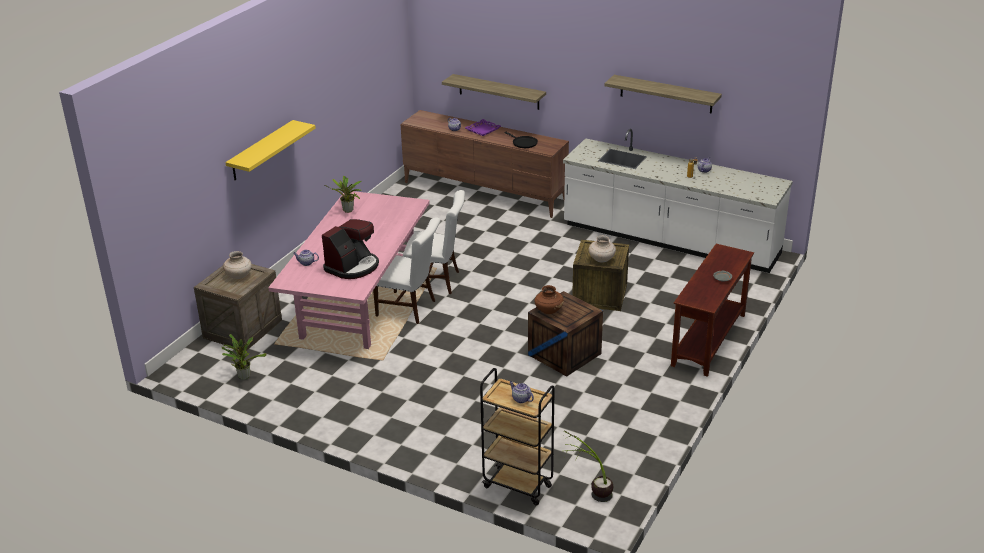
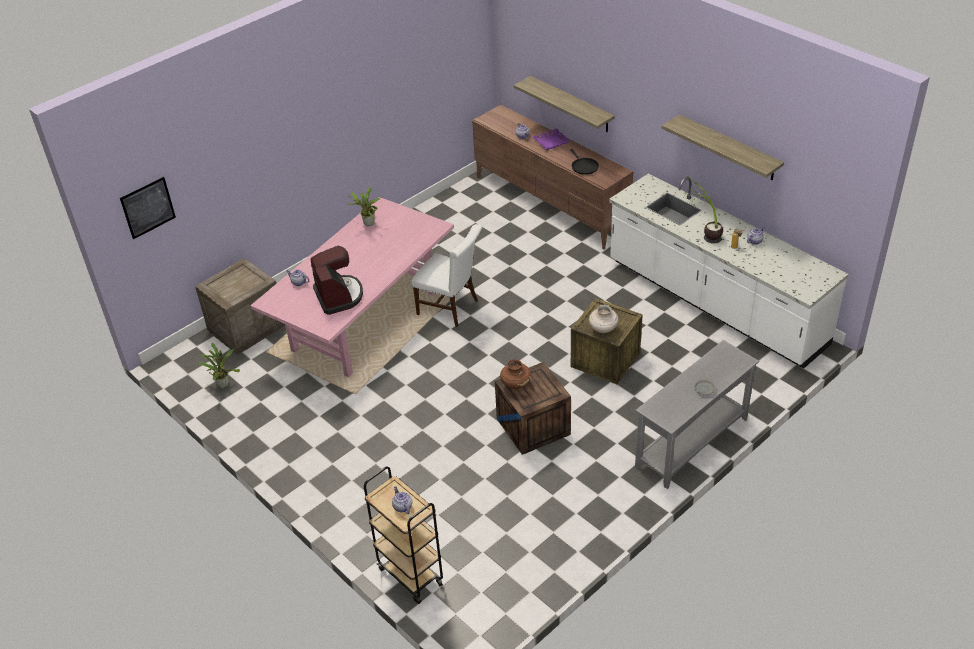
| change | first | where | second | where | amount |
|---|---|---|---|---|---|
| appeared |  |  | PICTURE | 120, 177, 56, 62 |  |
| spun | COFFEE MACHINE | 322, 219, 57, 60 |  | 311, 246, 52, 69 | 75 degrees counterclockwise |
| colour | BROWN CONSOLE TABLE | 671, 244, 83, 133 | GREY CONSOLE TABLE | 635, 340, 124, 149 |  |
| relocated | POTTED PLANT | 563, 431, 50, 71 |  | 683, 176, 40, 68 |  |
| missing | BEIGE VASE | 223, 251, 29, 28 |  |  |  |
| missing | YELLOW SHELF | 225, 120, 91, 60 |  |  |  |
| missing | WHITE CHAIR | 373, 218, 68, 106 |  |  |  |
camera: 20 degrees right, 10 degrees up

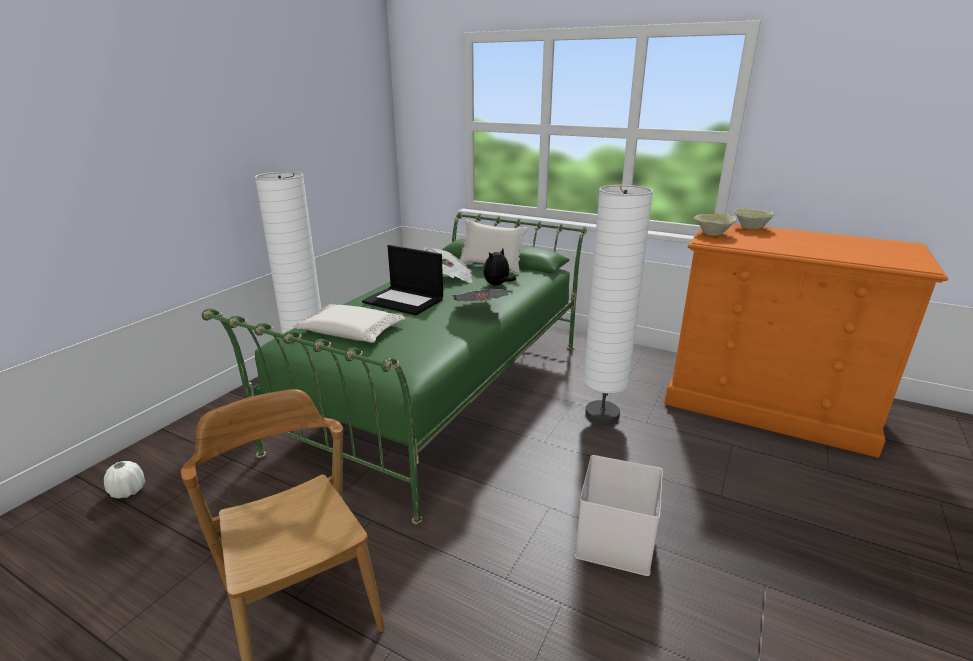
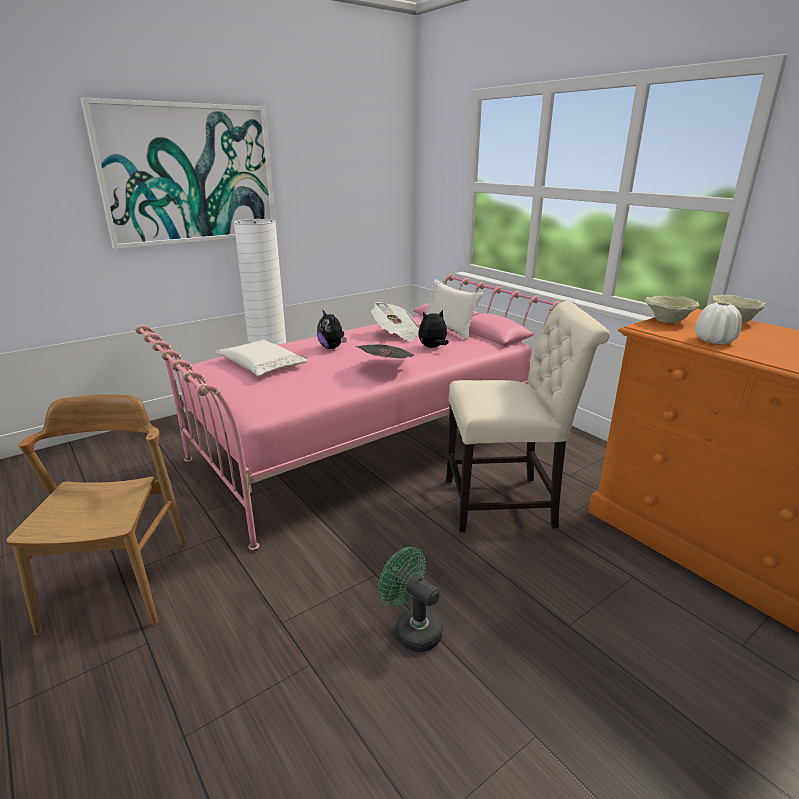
| change | first | where | second | where | amount |
|---|---|---|---|---|---|
| appeared |  |  | PICTURE | 81, 97, 194, 152 |  |
| colour | GREEN BED | 202, 212, 385, 312 | PINK BED | 135, 274, 426, 277 |  |
| exchanged | LAPTOP | 362, 245, 81, 70 | PLUSH TOY | 317, 309, 30, 40 |  |
| exchanged | WHITE STORAGE BOX | 575, 455, 88, 121 | GREEN FAN | 378, 547, 65, 105 |  |
| exchanged | WHITE FLOOR LAMP | 583, 185, 70, 239 | BEIGE CHAIR | 446, 301, 164, 232 |  |
| relocated | WHITE VASE | 104, 461, 41, 38 |  | 695, 302, 47, 42 |  |
camera: 25 degrees right, 0 degrees up

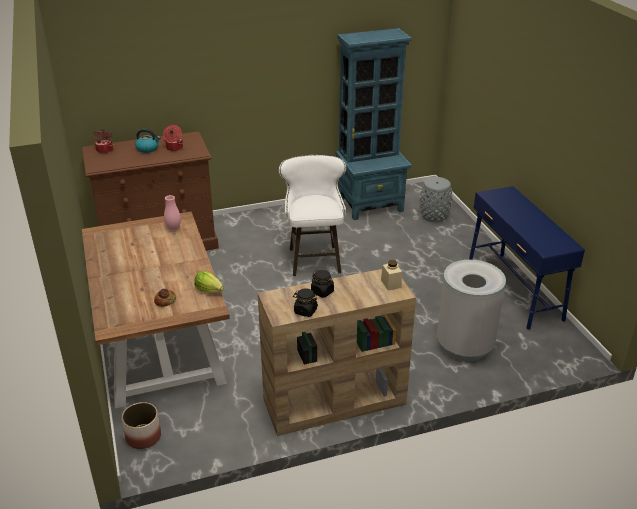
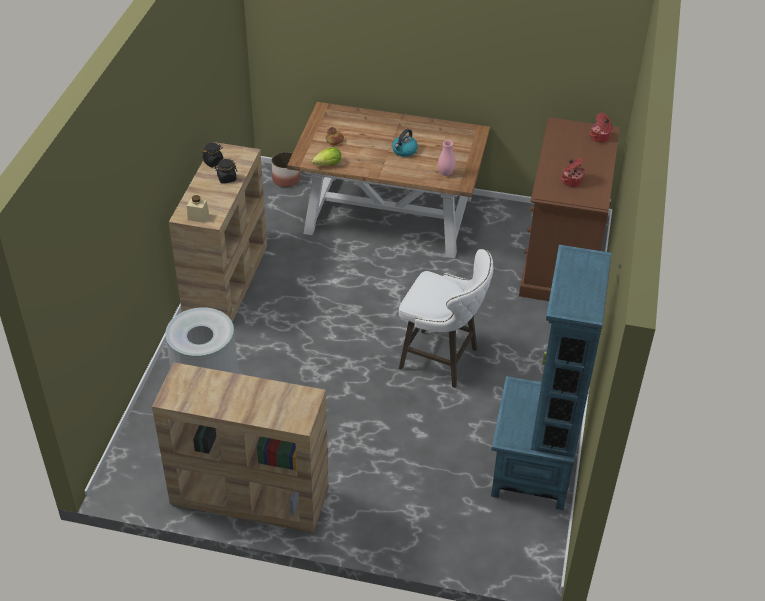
| change | first | where | second | where | amount |
|---|---|---|---|---|---|
| exchanged | BLUE CONSOLE TABLE | 469, 186, 116, 143 | BROWN BOOKCASE | 152, 362, 177, 171 |  |
| relocated | KETTLE | 135, 129, 26, 24 |  | 392, 129, 26, 28 |  |
| missing | GREY STOOL | 419, 177, 33, 45 |  |  |  |
camera: 120 degrees right, 10 degrees up

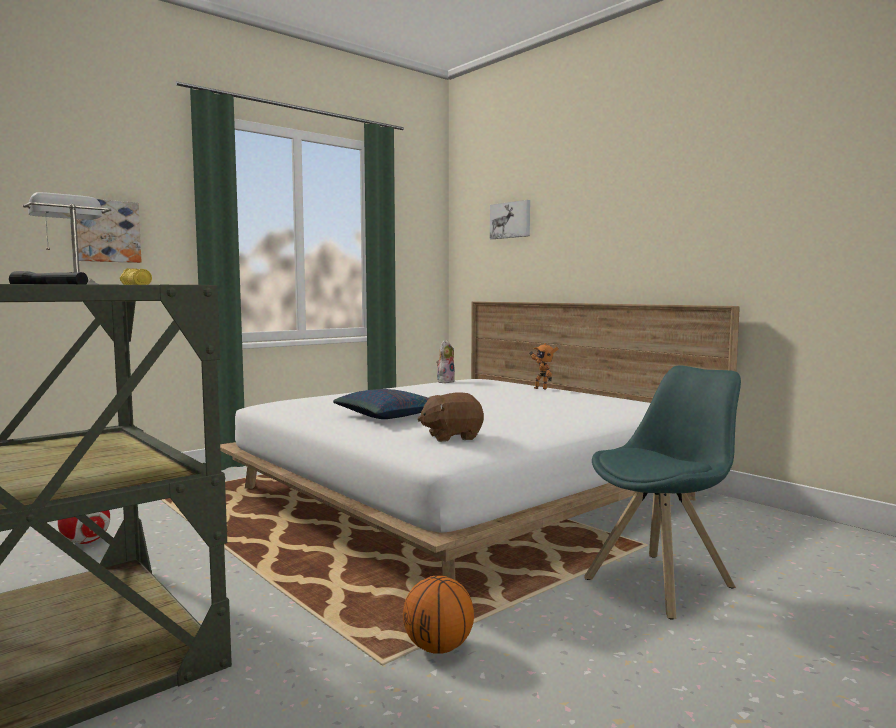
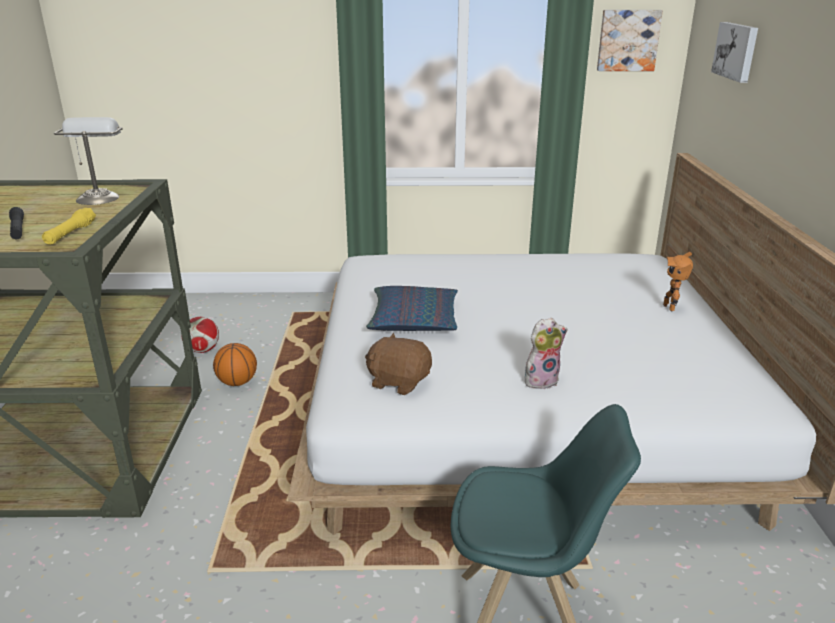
| change | first | where | second | where | amount |
|---|---|---|---|---|---|
| relocated | BASKETBALL | 403, 576, 71, 78 |  | 213, 343, 44, 43 |  |
| relocated | PLUSH TOY | 436, 340, 19, 43 |  | 525, 318, 43, 71 |  |
| relocated | PICTURE | 76, 199, 66, 64 |  | 597, 10, 66, 61 |  |
camera: 40 degrees right, 20 degrees up

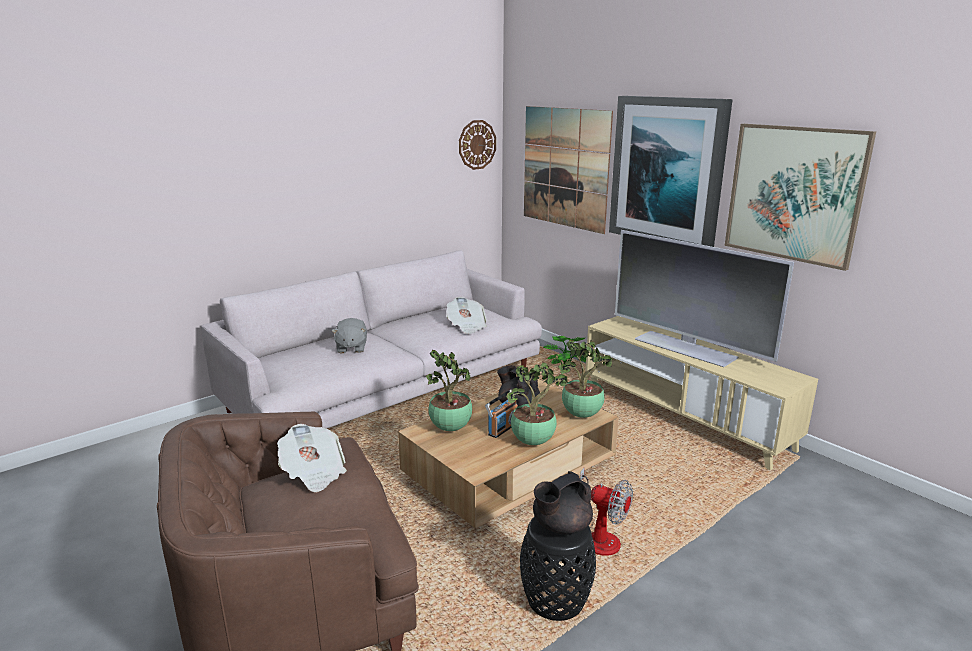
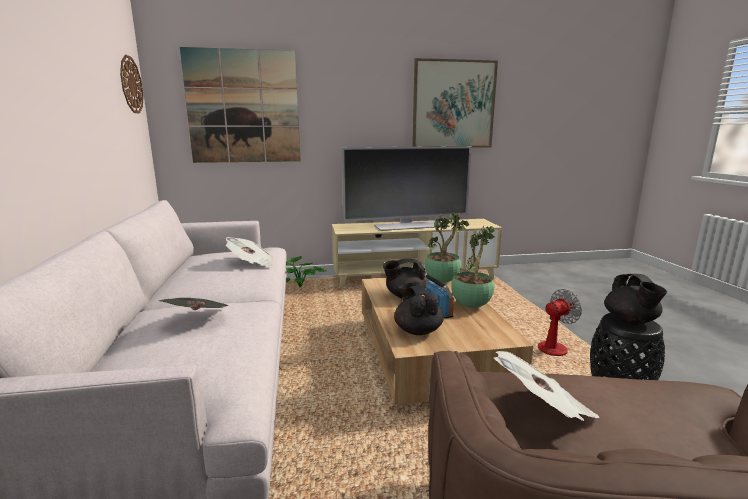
| change | first | where | second | where | amount |
|---|---|---|---|---|---|
| exchanged | GREY PLUSH TOY | 332, 318, 35, 35 | NEWSPAPER | 159, 298, 70, 12 |  |
| exchanged | POTTED PLANT | 425, 350, 47, 81 | BLACK TEAPOT | 394, 282, 50, 53 |  |
| missing | PICTURE | 609, 96, 124, 151 |  |  |  |
camera: 60 degrees left, 5 degrees down

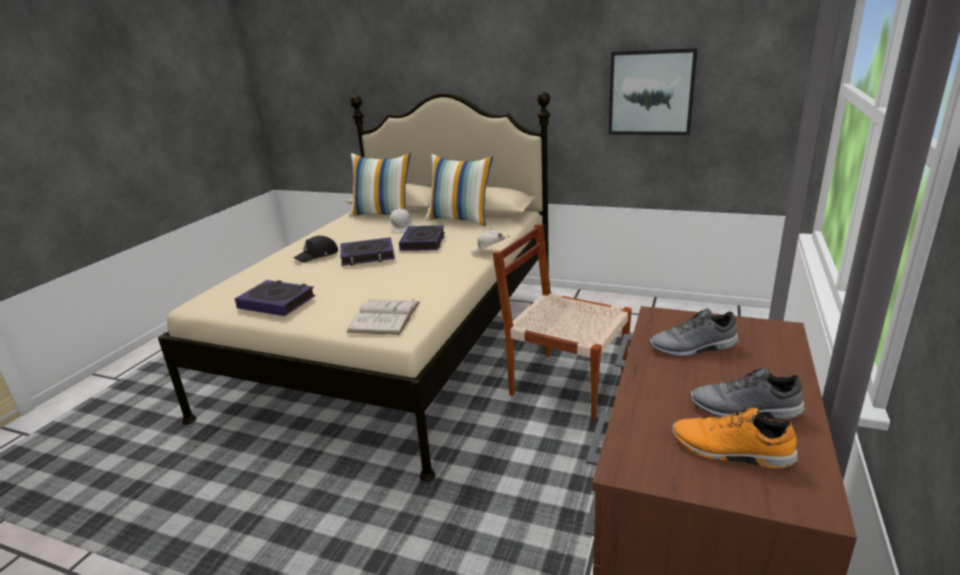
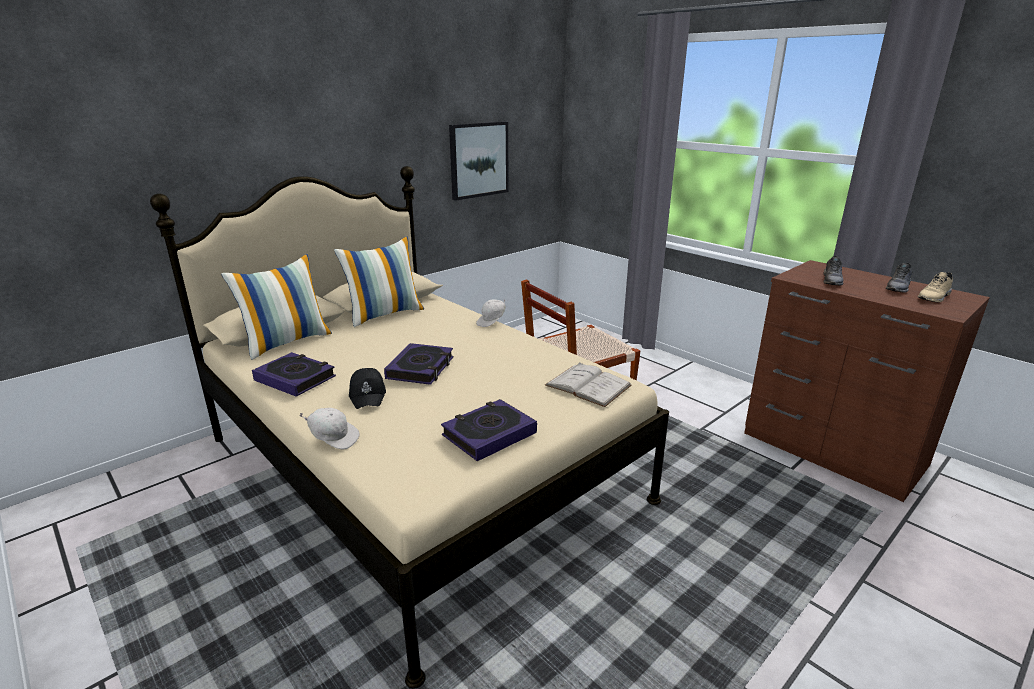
| change | first | where | second | where | amount |
|---|---|---|---|---|---|
| relocated | BOOK | 399, 225, 46, 26 |  | 252, 352, 84, 45 |  |
| relocated | WHITE CAP | 390, 208, 22, 25 |  | 299, 408, 61, 41 |  |
| colour | ORANGE SHOE | 672, 407, 126, 62 | BEIGE SHOE | 918, 272, 35, 30 |  |
camera: 65 degrees left, 0 degrees up

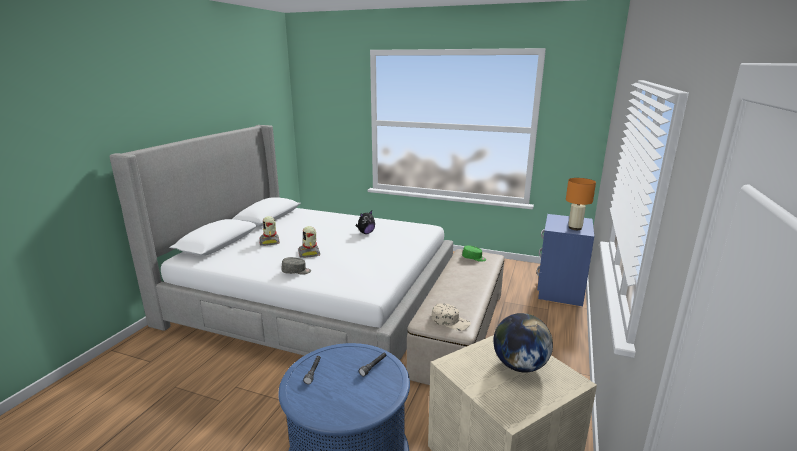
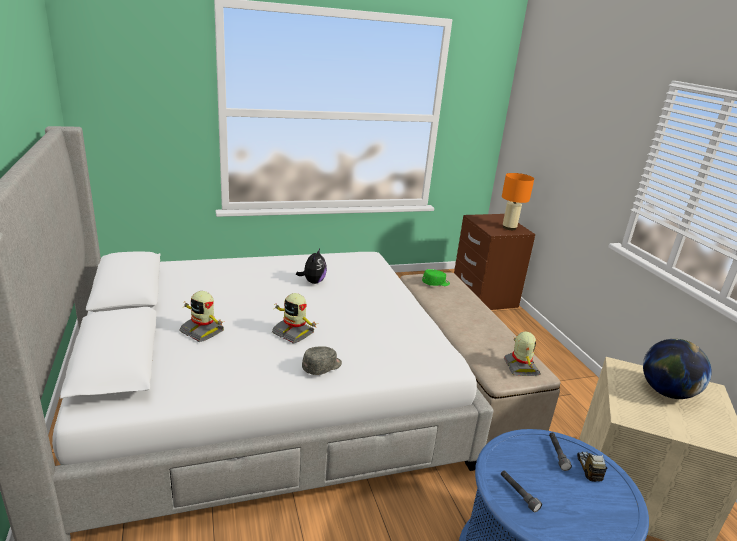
| change | first | where | second | where | amount |
|---|---|---|---|---|---|
| colour | BLUE NIGHTSTAND | 536, 214, 58, 92 | BROWN NIGHTSTAND | 454, 214, 81, 96 |  |
| exchanged | BEIGE CAP | 431, 303, 40, 28 | TOY ROBOT | 504, 332, 37, 44 |  |
| appeared |  |  | TOY TRUCK | 577, 451, 30, 31 |  |
camera: 40 degrees left, 5 degrees up

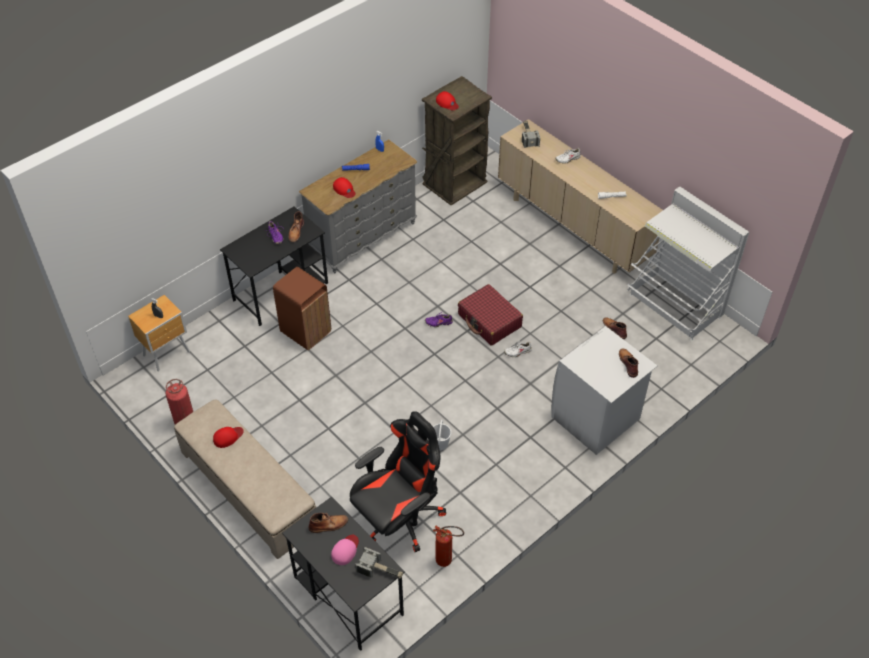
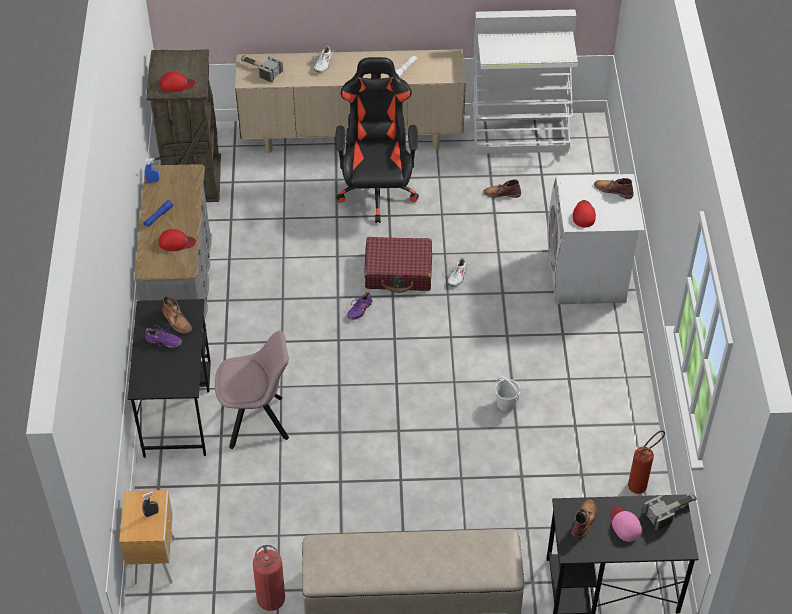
| change | first | where | second | where | amount |
|---|---|---|---|---|---|
| exchanged | BROWN TRASH CAN | 273, 267, 58, 83 | PINK CHAIR | 215, 331, 74, 118 |  |
| relocated | BLACK OFFICE CHAIR | 350, 411, 96, 141 |  | 335, 57, 84, 166 |  |
| relocated | RED CAP | 213, 427, 31, 21 |  | 573, 200, 23, 27 |  |
camera: 50 degrees left, 0 degrees up

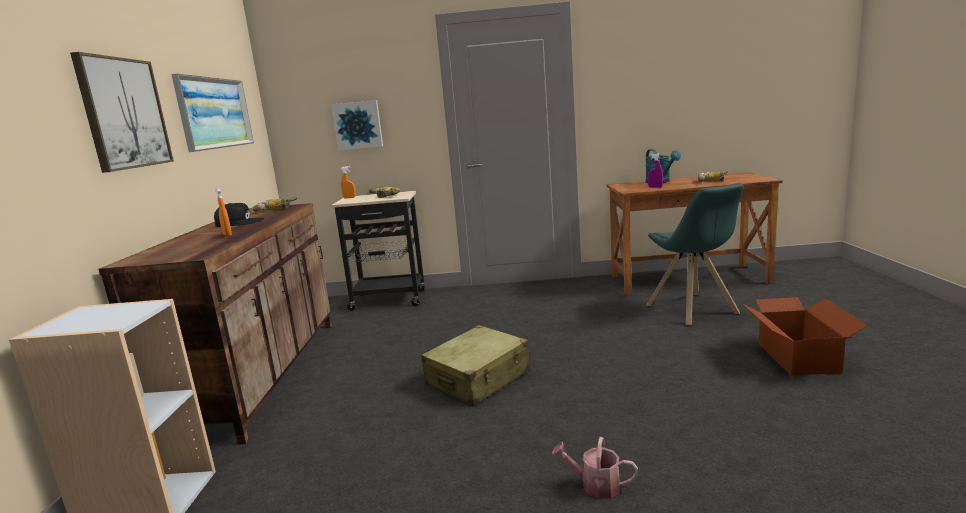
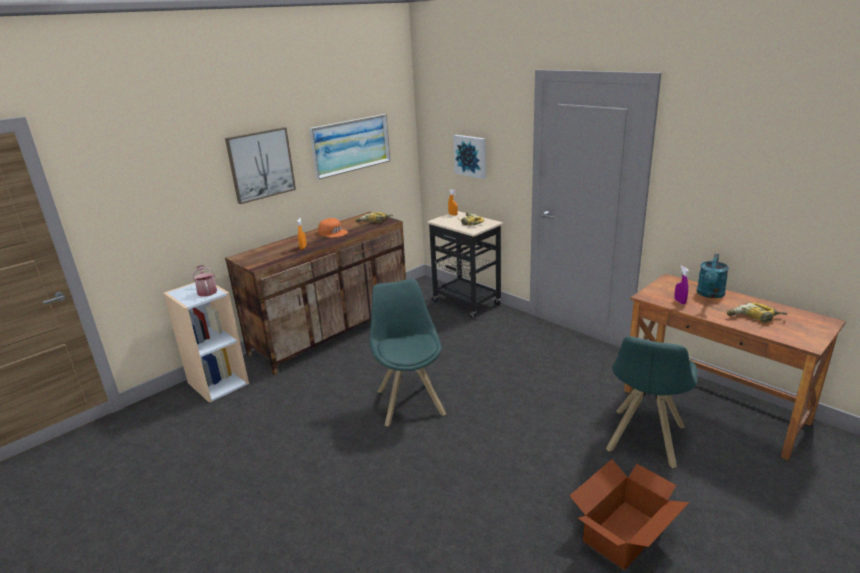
| change | first | where | second | where | amount |
|---|---|---|---|---|---|
| relocated | WATERING CAN | 552, 437, 86, 62 |  | 193, 265, 24, 32 |  |
| colour | BLACK CAP | 214, 203, 50, 24 | ORANGE CAP | 318, 218, 30, 20 |  |
| exchanged | BEIGE SUITCASE | 421, 325, 109, 81 | TURQUOISE CHAIR | 369, 279, 77, 148 |  |
camera: 45 degrees right, 10 degrees up

